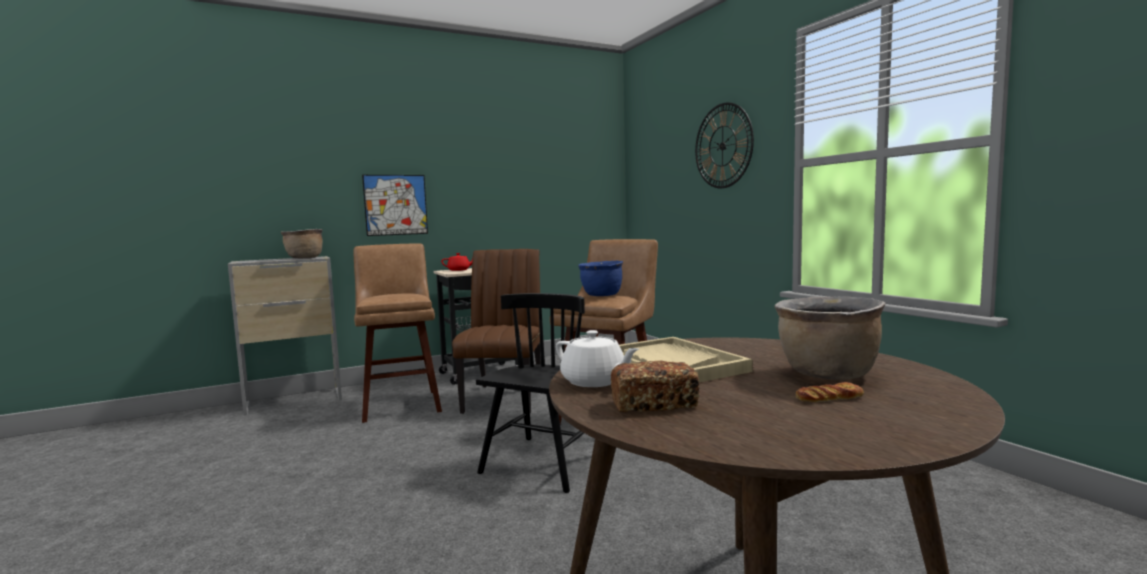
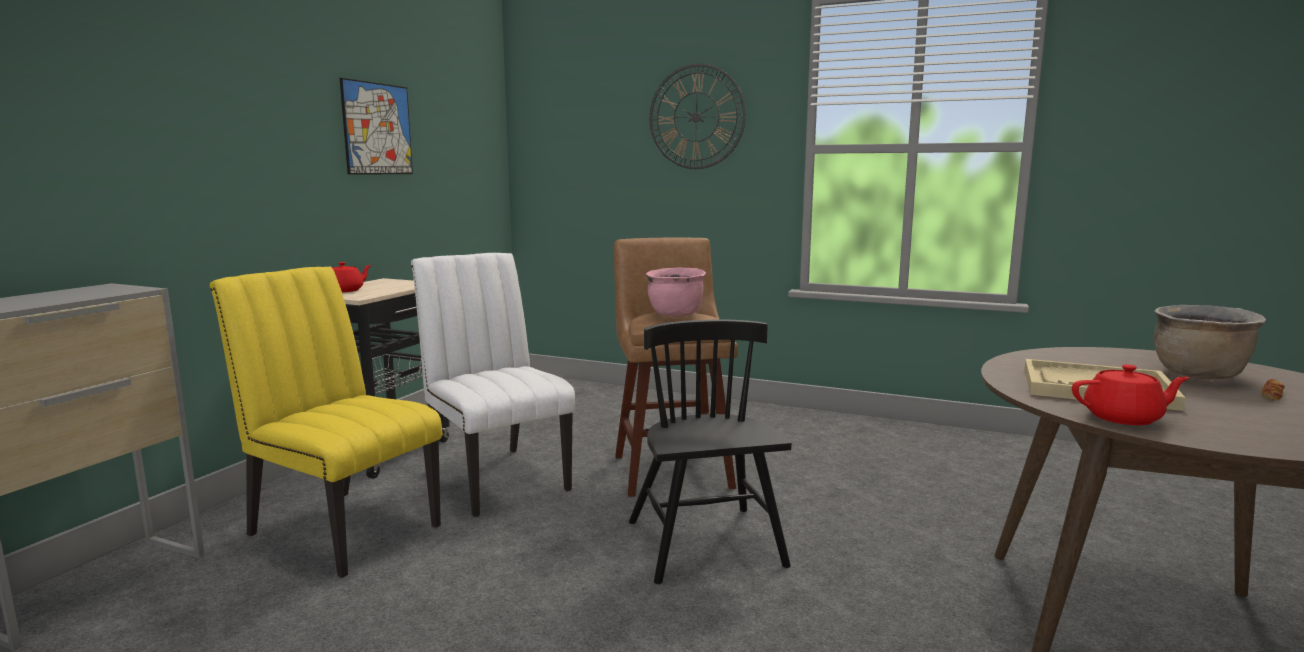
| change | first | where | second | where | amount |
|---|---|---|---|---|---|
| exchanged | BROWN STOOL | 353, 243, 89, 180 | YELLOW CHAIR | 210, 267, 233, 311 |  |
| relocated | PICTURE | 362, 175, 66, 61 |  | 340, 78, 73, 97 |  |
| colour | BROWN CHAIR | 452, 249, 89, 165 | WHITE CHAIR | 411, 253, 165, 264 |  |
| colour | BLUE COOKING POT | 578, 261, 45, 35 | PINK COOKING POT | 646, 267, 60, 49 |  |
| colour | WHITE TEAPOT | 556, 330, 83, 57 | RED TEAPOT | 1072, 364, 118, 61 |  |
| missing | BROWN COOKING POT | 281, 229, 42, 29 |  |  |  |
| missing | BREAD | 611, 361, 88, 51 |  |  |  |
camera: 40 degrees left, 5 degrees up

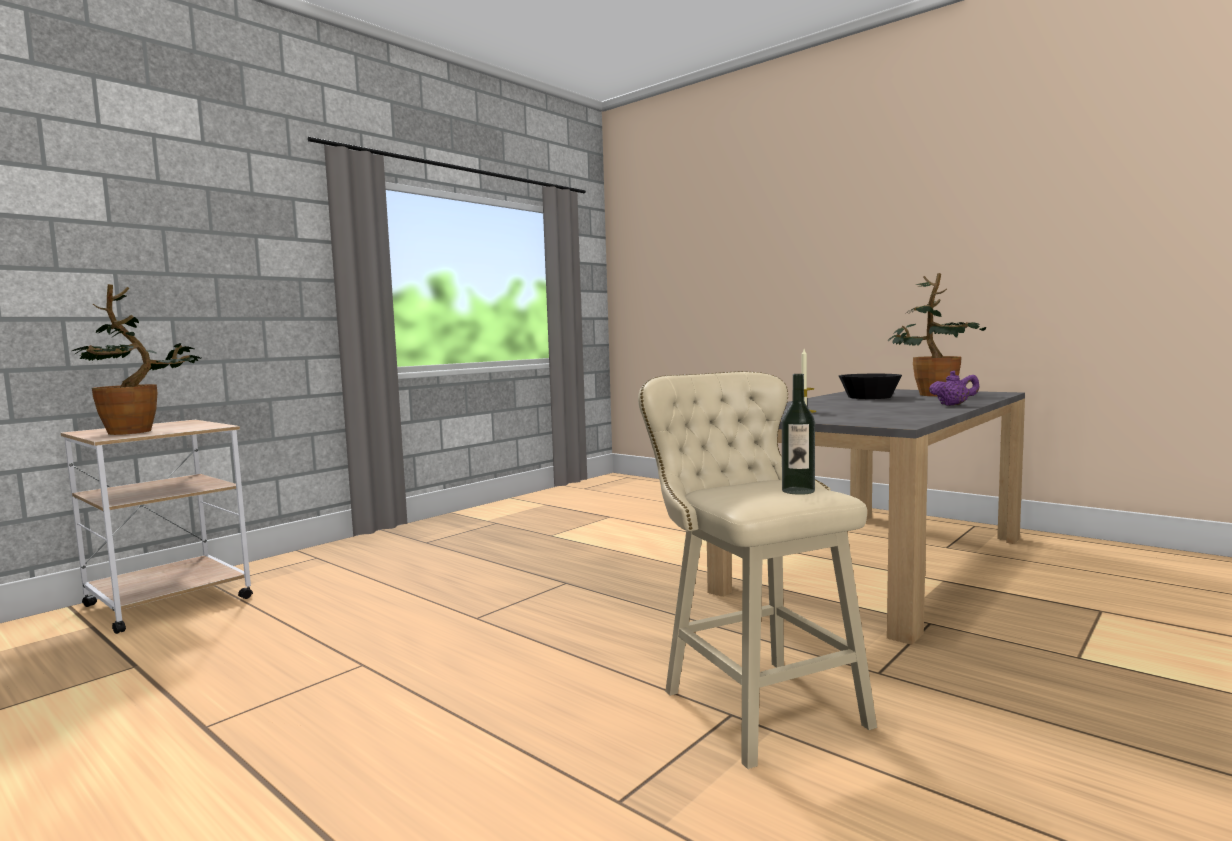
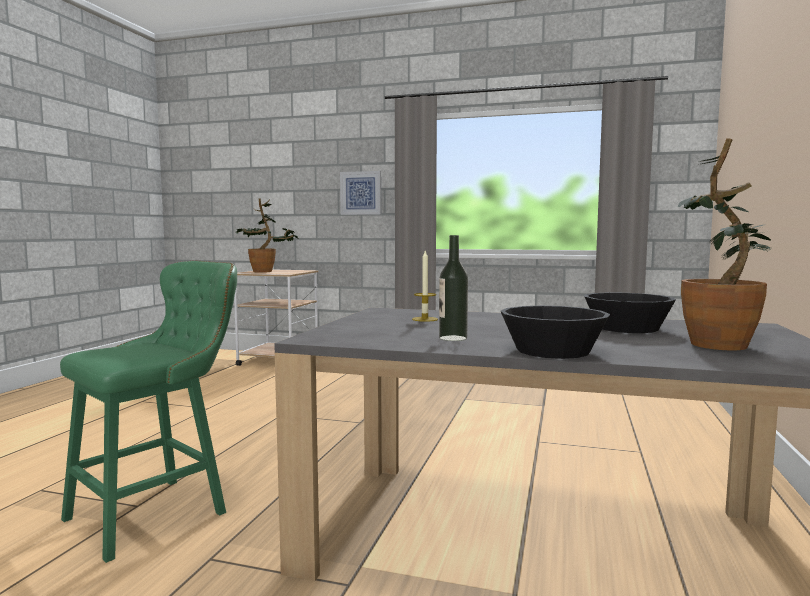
| change | first | where | second | where | amount |
|---|---|---|---|---|---|
| colour | BEIGE STOOL | 638, 371, 239, 398 | GREEN STOOL | 60, 261, 177, 302 |  |
| appeared |  |  | PICTURE | 340, 171, 41, 44 |  |
| relocated | BOTTLE | 782, 374, 33, 121 |  | 439, 235, 29, 106 |  |
| exchanged | PURPLE TEAPOT | 929, 371, 50, 35 | BLACK BOWL | 501, 306, 109, 53 |  |
camera: 65 degrees right, 0 degrees up

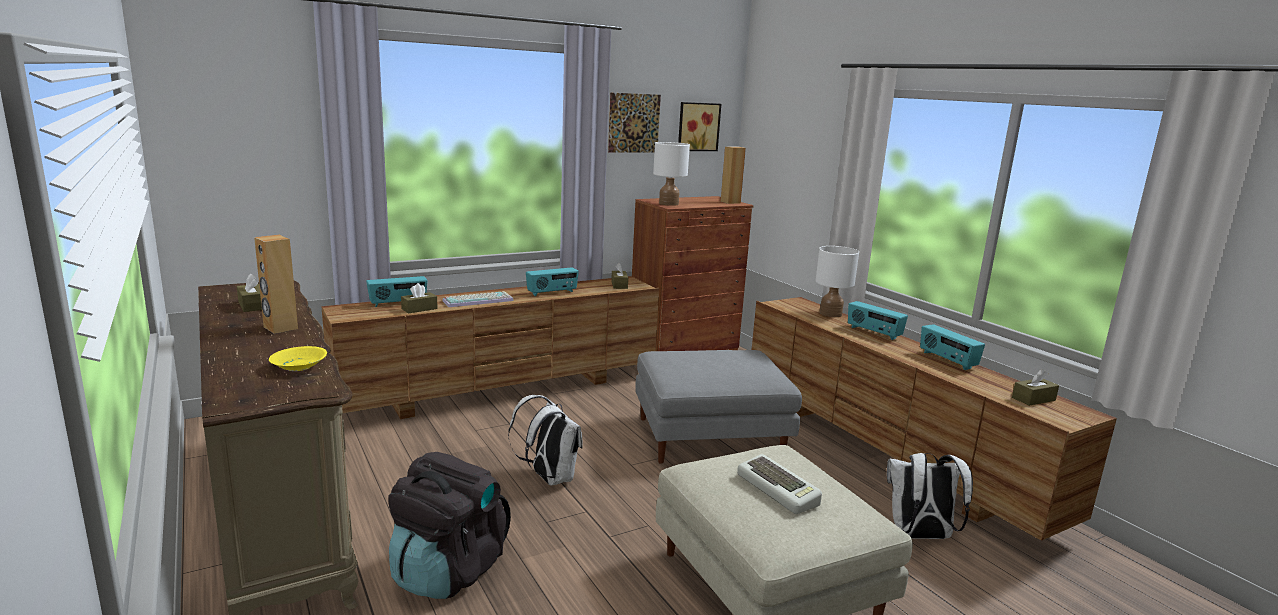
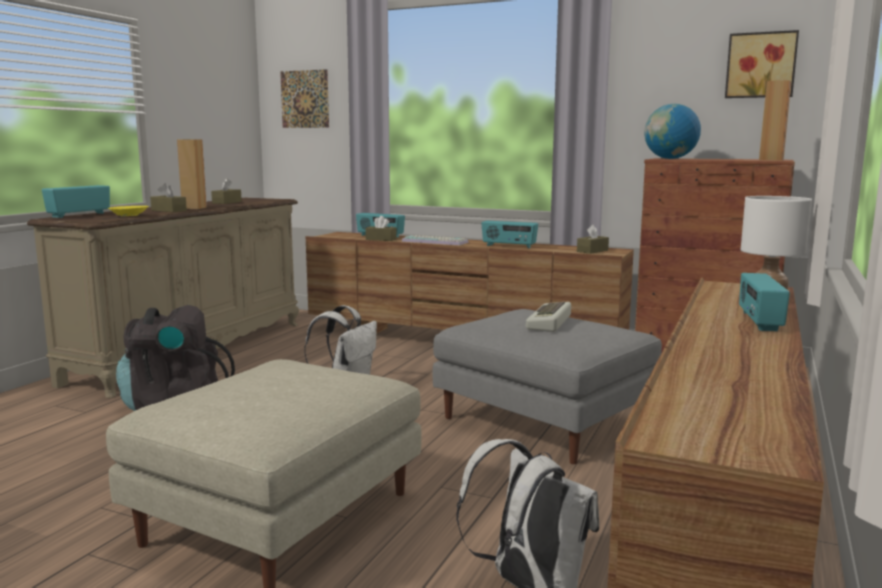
| change | first | where | second | where | amount |
|---|---|---|---|---|---|
| relocated | RADIO | 920, 324, 65, 46 |  | 42, 185, 68, 33 |  |
| relocated | BROWN TISSUE BOX | 1012, 369, 47, 37 |  | 150, 183, 37, 29 |  |
| relocated | PICTURE | 608, 93, 53, 60 |  | 280, 69, 49, 59 |  |
| relocated | KEYBOARD | 737, 454, 85, 60 |  | 526, 302, 45, 30 |  |
| exchanged | WHITE TABLE LAMP | 653, 142, 37, 64 | GLOBE | 644, 104, 57, 55 |  |
camera: 55 degrees right, 5 degrees down

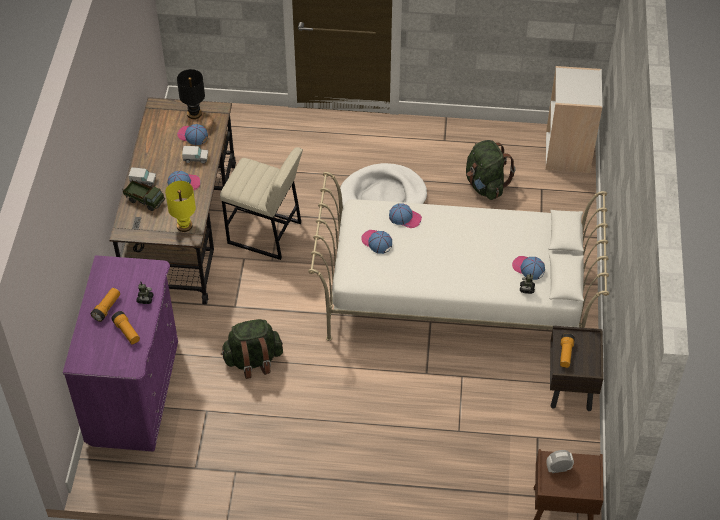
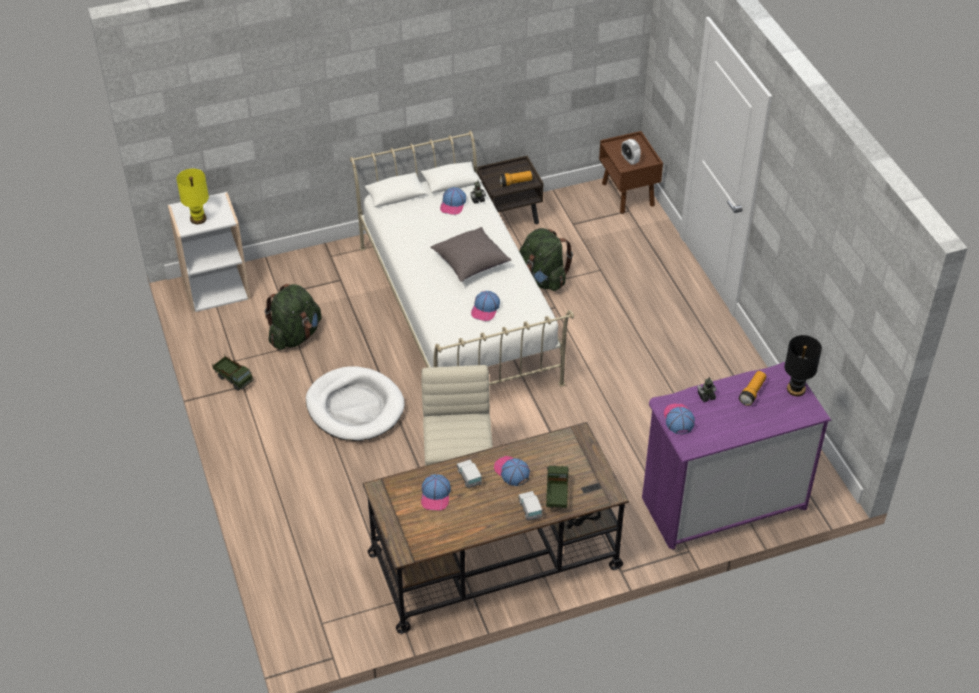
| change | first | where | second | where | amount |
|---|---|---|---|---|---|
| relocated | YELLOW TABLE LAMP | 165, 181, 31, 51 |  | 176, 169, 33, 55 |  |
| appeared |  |  | TOY TRUCK | 212, 356, 42, 35 |  |
| appeared |  |  | GREY PILLOW | 430, 227, 81, 55 |  |
| relocated | GREEN BACKPACK | 221, 319, 62, 60 |  | 519, 228, 54, 63 |  |
| relocated | CAP | 389, 203, 33, 25 |  | 664, 403, 31, 32 |  |
| relocated | BLACK TABLE LAMP | 177, 69, 28, 50 |  | 784, 335, 38, 61 |  |
| missing | FLASHLIGHT | 91, 288, 29, 34 |  |  |  |
camera: 115 degrees left, 5 degrees down

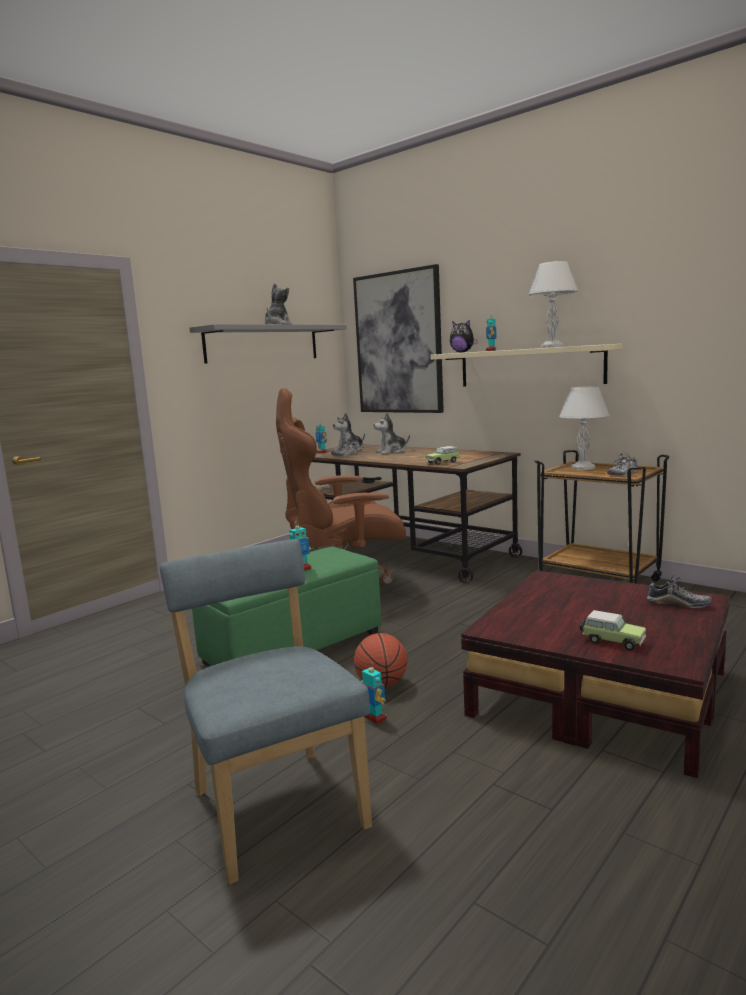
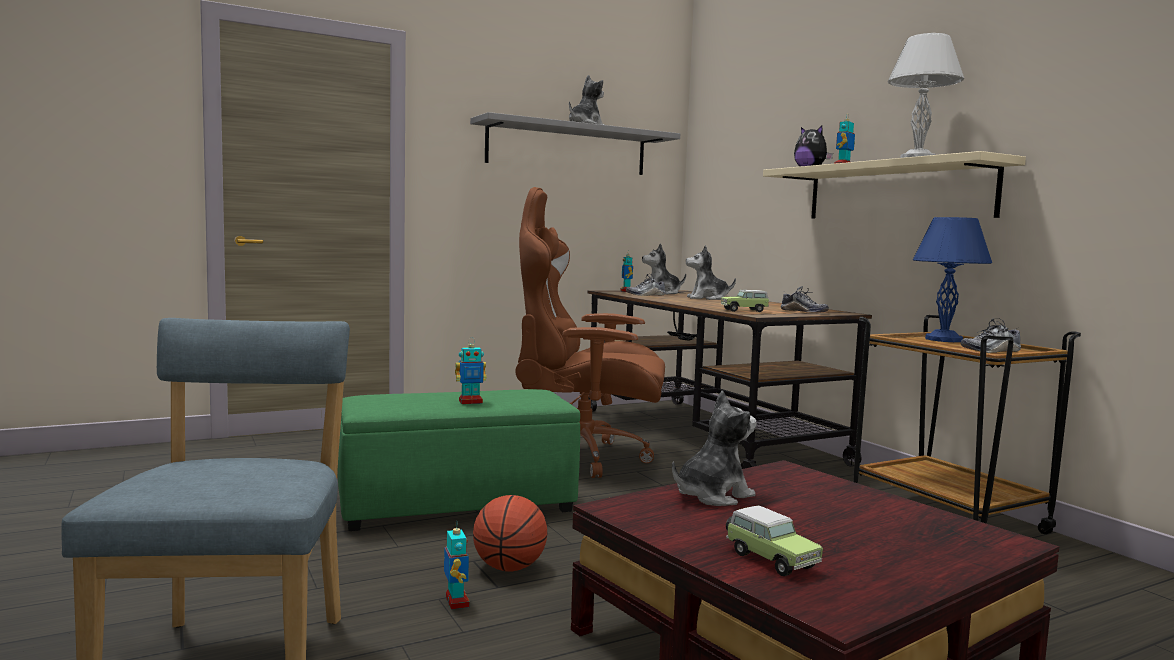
| change | first | where | second | where | amount |
|---|---|---|---|---|---|
| appeared |  |  | PLUSH TOY | 672, 391, 85, 115 |  |
| relocated | SHOE | 647, 576, 65, 32 |  | 781, 286, 48, 27 |  |
| colour | WHITE TABLE LAMP | 559, 386, 51, 84 | BLUE TABLE LAMP | 913, 217, 79, 125 |  |
| missing | PICTURE | 353, 264, 91, 149 |  |  |  |
camera: 20 degrees right, 5 degrees down

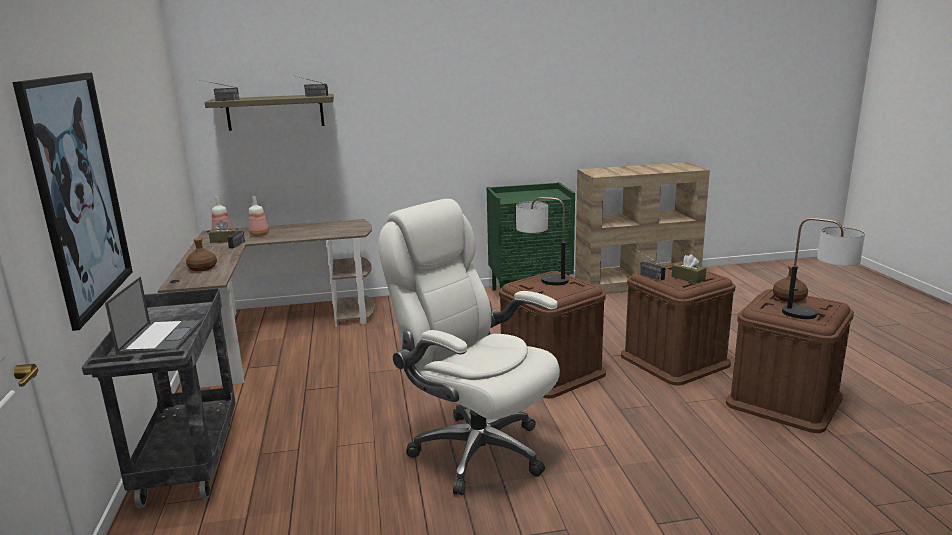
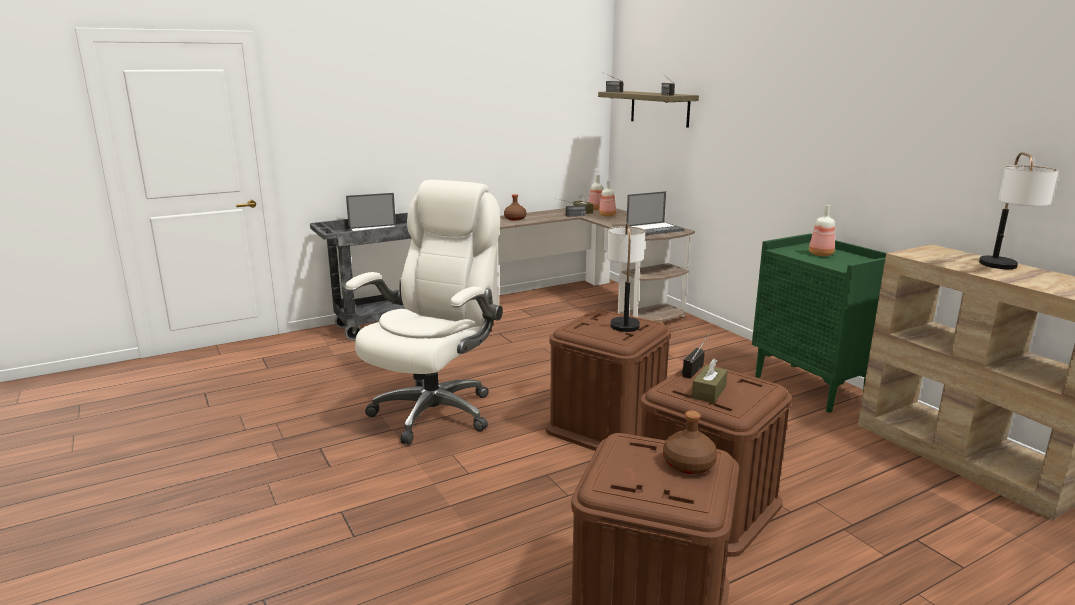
| change | first | where | second | where | amount |
|---|---|---|---|---|---|
| appeared |  |  | LAPTOP | 627, 191, 57, 44 |  |
| appeared |  |  | BOTTLE | 809, 205, 26, 51 |  |
| relocated | TABLE LAMP | 782, 218, 83, 101 |  | 979, 152, 80, 117 |  |
| missing | PICTURE | 12, 73, 121, 258 |  |  |  |
camera: 70 degrees right, 0 degrees up

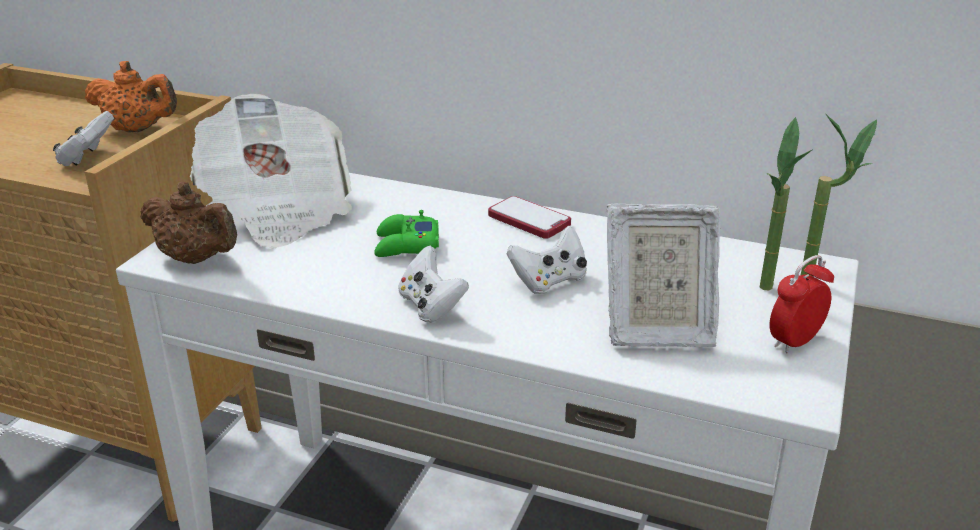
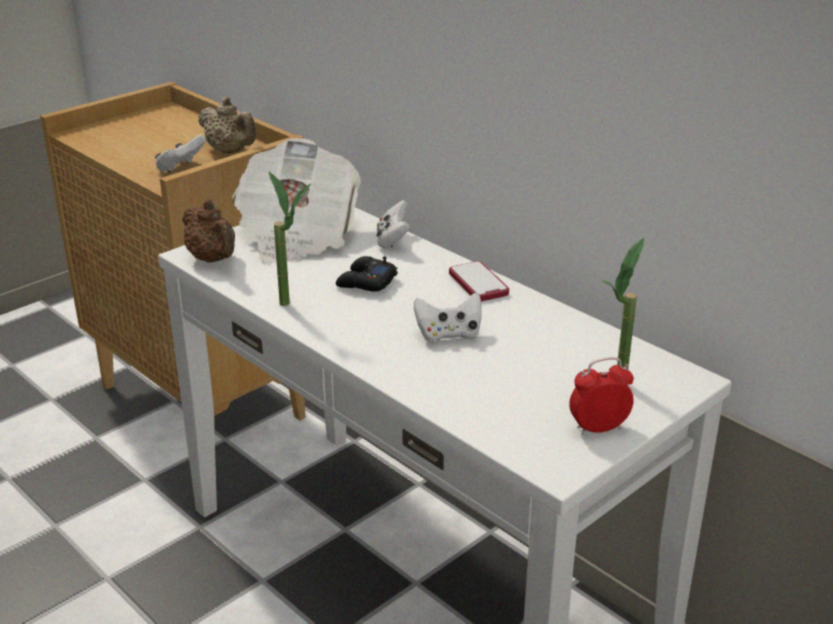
| change | first | where | second | where | amount |
|---|---|---|---|---|---|
| colour | ORANGE TEAPOT | 85, 61, 92, 71 | BEIGE TEAPOT | 198, 97, 58, 57 |  |
| relocated | POTTED PLANT | 801, 113, 76, 164 |  | 269, 172, 42, 134 |  |
| colour | GREEN GAME CONTROLLER | 374, 210, 65, 47 | BLACK GAME CONTROLLER | 336, 256, 62, 36 |  |
| relocated | WHITE GAME CONTROLLER | 398, 246, 71, 77 |  | 377, 200, 34, 48 |  |
| missing | PICTURE FRAME | 606, 204, 114, 143 |  |  |  |
camera: 25 degrees right, 0 degrees up

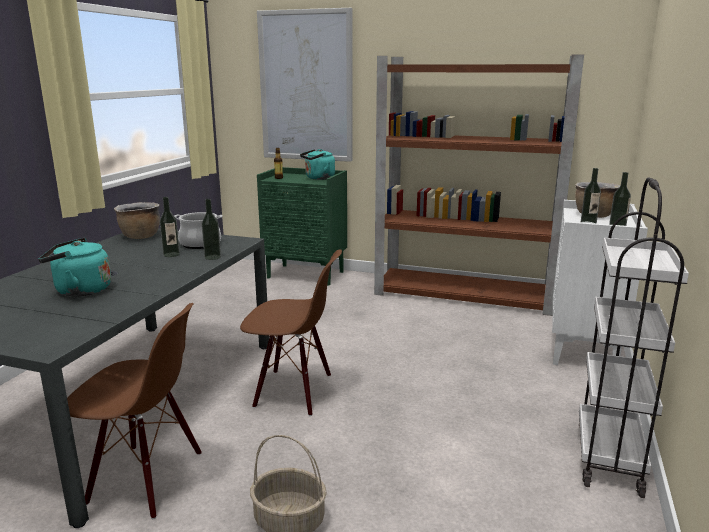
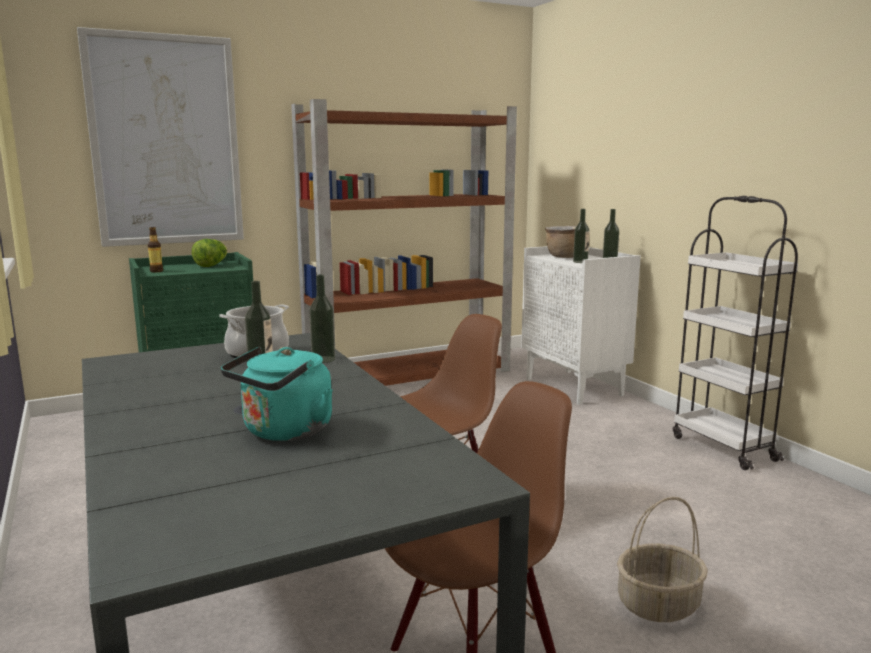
| change | first | where | second | where | amount |
|---|---|---|---|---|---|
| exchanged | TURQUOISE KETTLE | 300, 149, 35, 31 | LETTUCE | 192, 239, 36, 28 |  |
| missing | BROWN COOKING POT | 114, 202, 46, 37 |  |  |  |
camera: 45 degrees left, 5 degrees down

